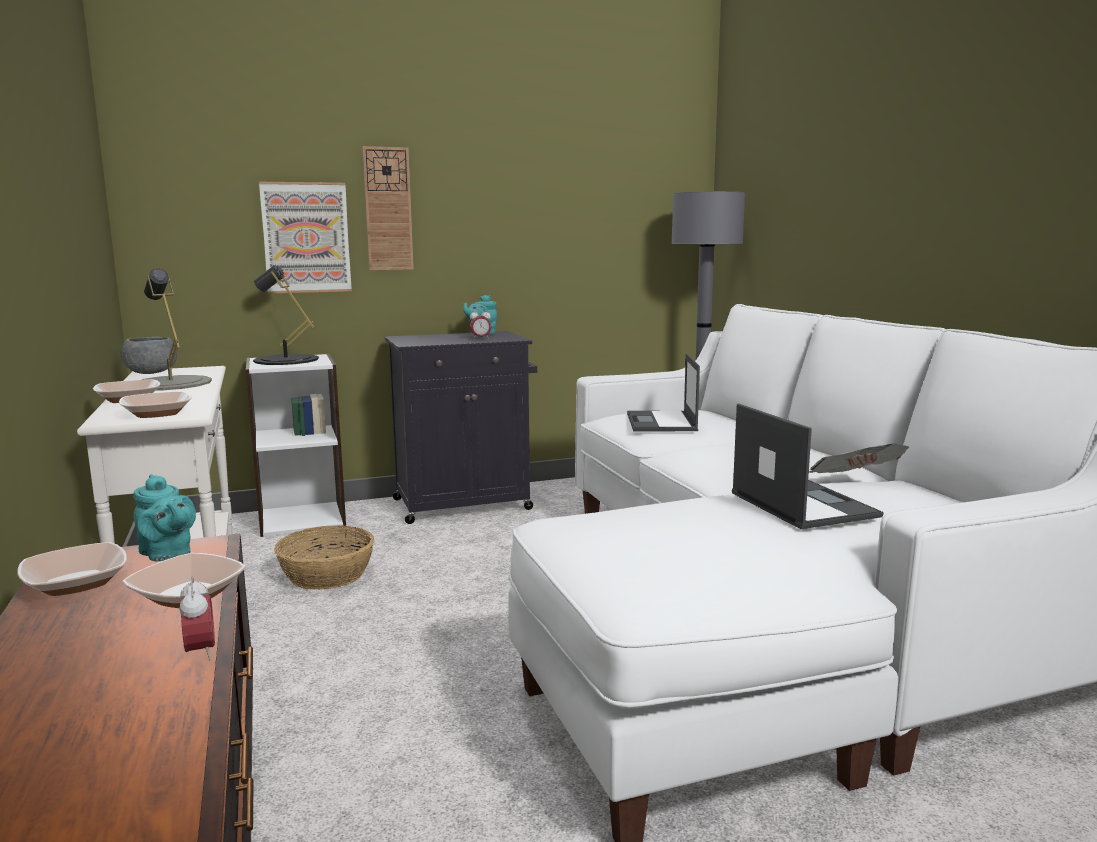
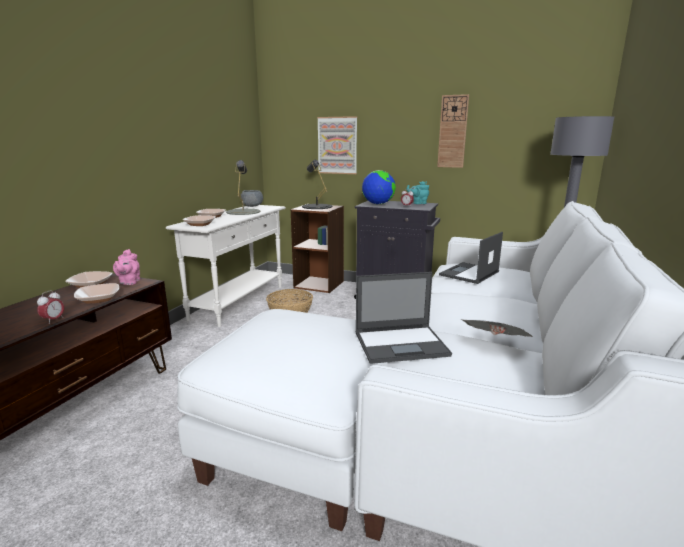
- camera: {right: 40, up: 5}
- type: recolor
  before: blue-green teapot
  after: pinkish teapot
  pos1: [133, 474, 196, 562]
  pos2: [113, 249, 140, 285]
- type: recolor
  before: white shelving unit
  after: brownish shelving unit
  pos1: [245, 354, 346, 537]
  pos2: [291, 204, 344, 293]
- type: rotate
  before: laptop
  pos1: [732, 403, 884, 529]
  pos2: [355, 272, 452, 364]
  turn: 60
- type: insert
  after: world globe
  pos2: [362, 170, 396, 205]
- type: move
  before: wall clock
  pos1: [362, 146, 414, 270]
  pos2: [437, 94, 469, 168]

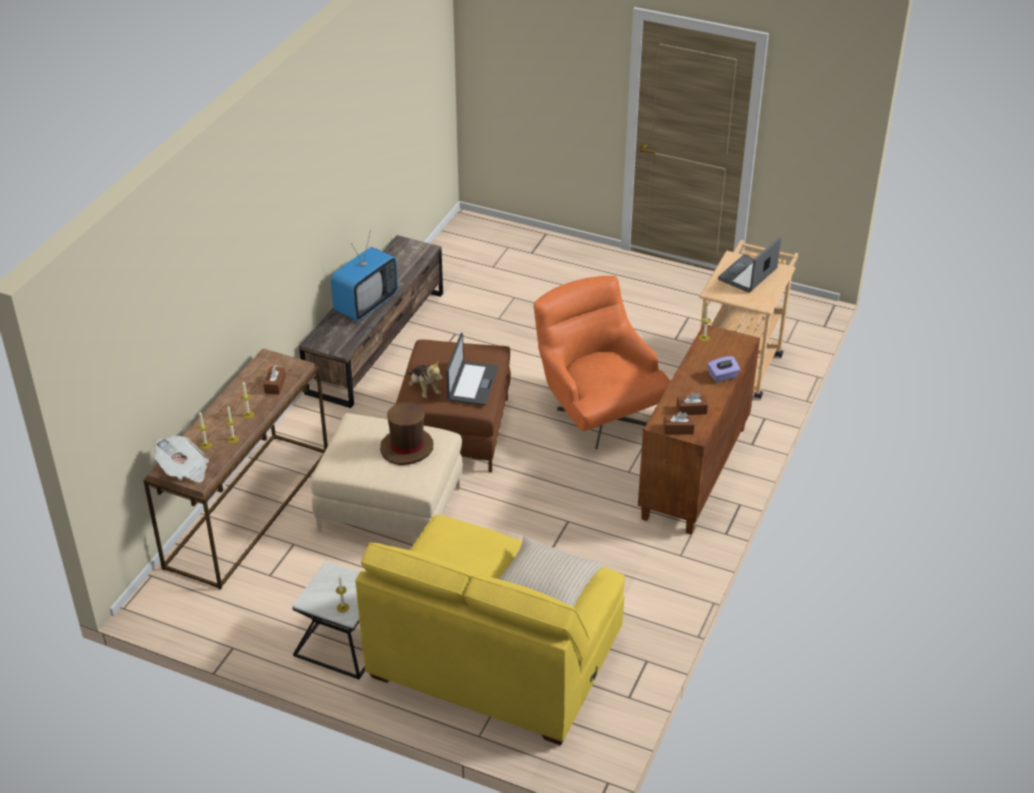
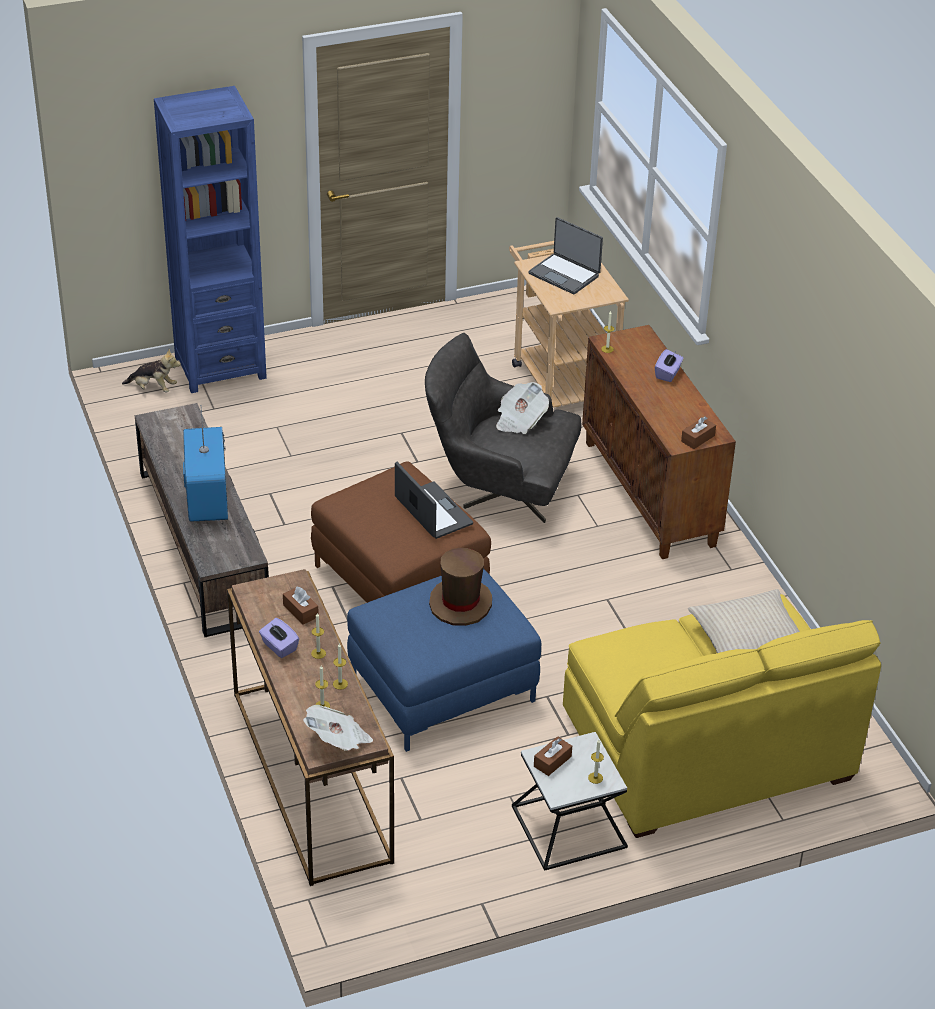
- camera: {right: -45, up: 0}
- type: move
  before: soft toy
  pos1: [407, 362, 443, 398]
  pos2: [122, 349, 181, 393]
- type: insert
  after: bluish shelving unit
  pos2: [154, 86, 267, 393]
- type: insert
  after: purplish box of tissues
  pos2: [259, 618, 299, 658]
- type: recolor
  before: beige-coloured ottoman
  after: bluish ottoman
  pos1: [311, 413, 463, 539]
  pos2: [347, 569, 541, 752]
- type: recolor
  before: orange armchair
  after: grey armchair
  pos1: [534, 276, 671, 449]
  pos2: [425, 333, 581, 523]
- type: insert
  after: daily paper
  pos2: [496, 382, 549, 434]
- type: rotate
  before: laptop
  pos1: [718, 237, 781, 293]
  pos2: [528, 217, 603, 294]
  turn: -45
- type: move
  before: brownish box of tissues
  pos1: [677, 392, 708, 415]
  pos2: [534, 736, 572, 776]

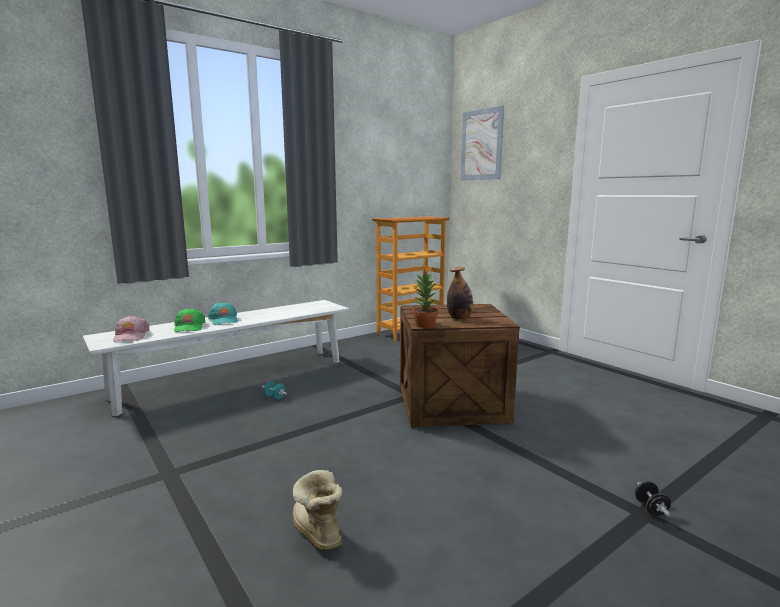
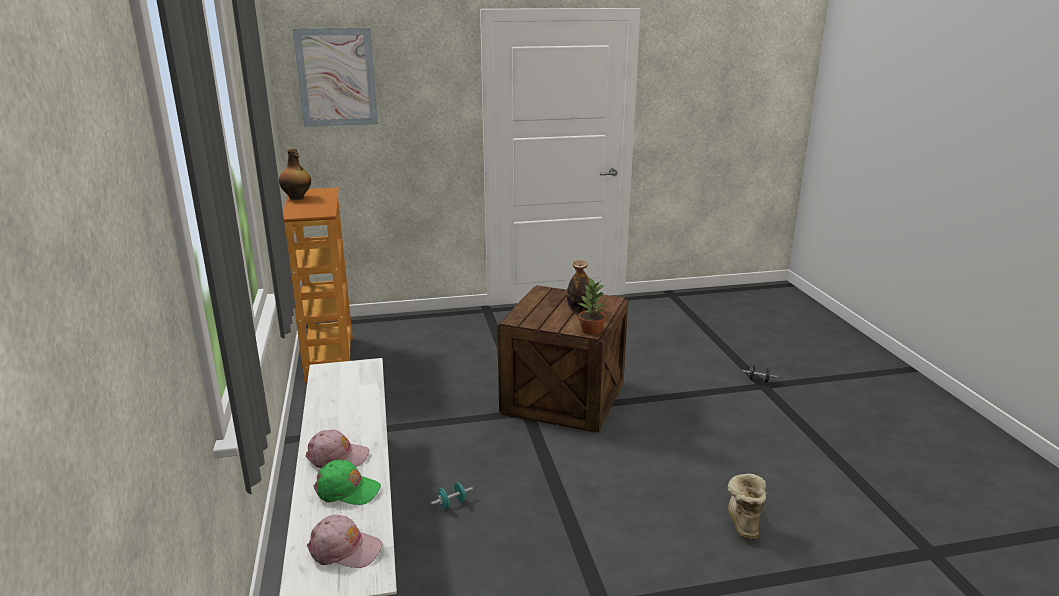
- camera: {right: -65, up: 10}
- type: insert
  after: beverage bottle
  pos2: [279, 148, 311, 200]
- type: recolor
  before: blue-green peaked cap
  after: pinkish peaked cap
  pos1: [208, 302, 238, 325]
  pos2: [306, 430, 369, 469]
- type: rotate
  before: high-top boot
  pos1: [293, 470, 342, 551]
  pos2: [728, 474, 766, 540]
  turn: 105

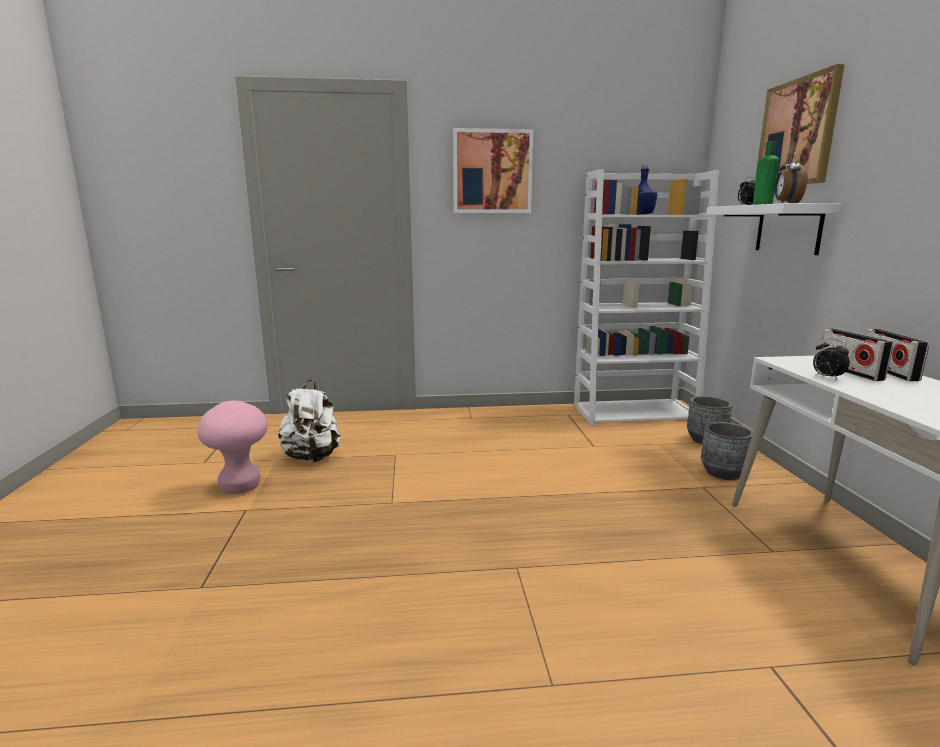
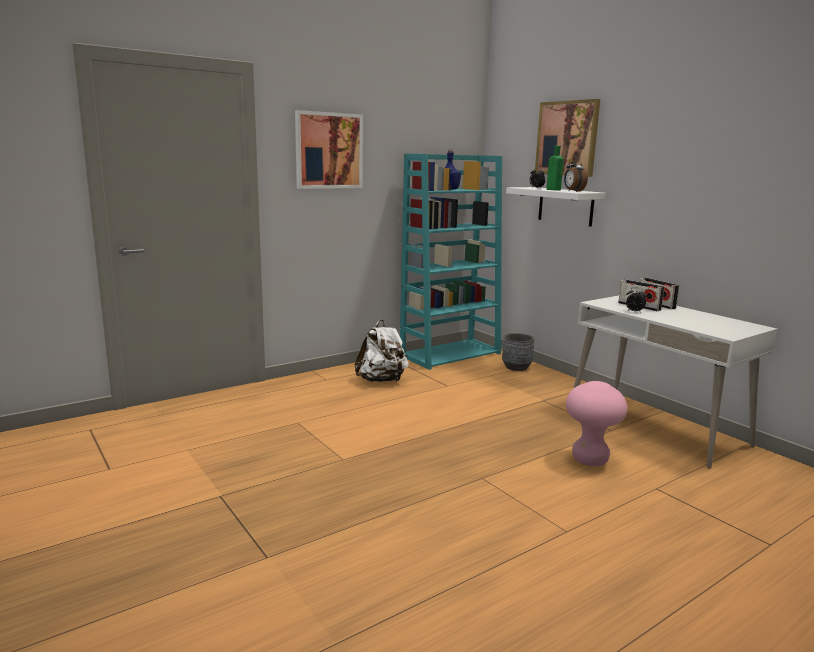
- camera: {right: -30, up: 0}
- type: move
  before: white rucksack
  pos1: [278, 379, 341, 462]
  pos2: [355, 319, 409, 382]
- type: recolor
  before: white shelving unit
  after: blue-green shelving unit
  pos1: [574, 169, 719, 425]
  pos2: [400, 153, 502, 370]
- type: move
  before: pinkish sitting stool
  pos1: [197, 401, 268, 494]
  pos2: [566, 381, 628, 466]
- type: delete
  before: grey planter
  pos1: [701, 422, 753, 480]

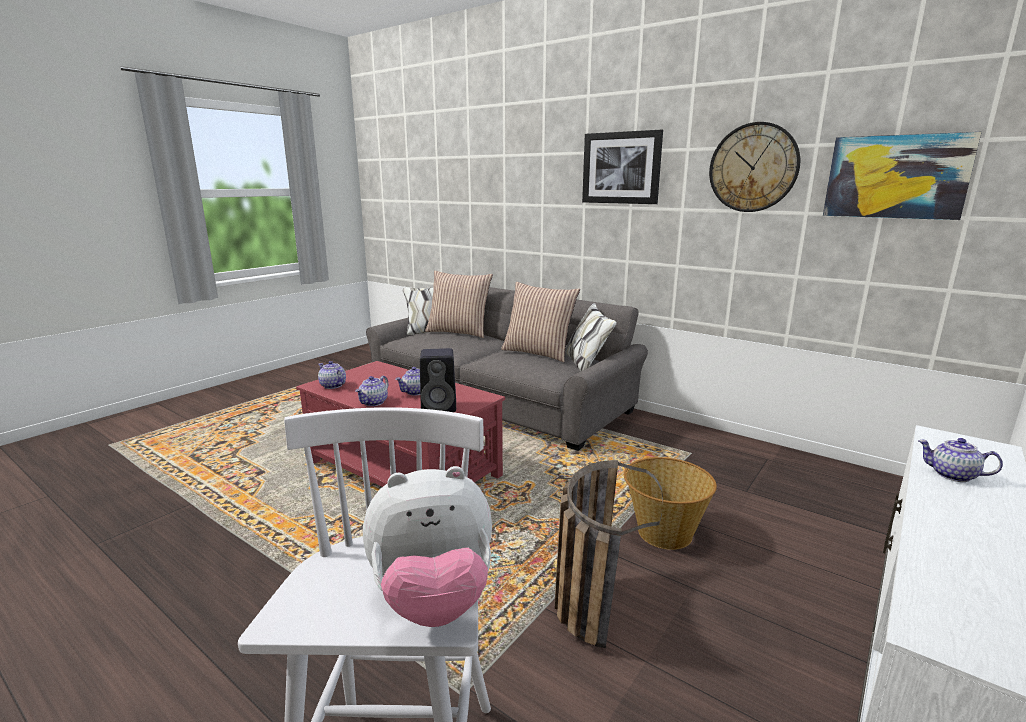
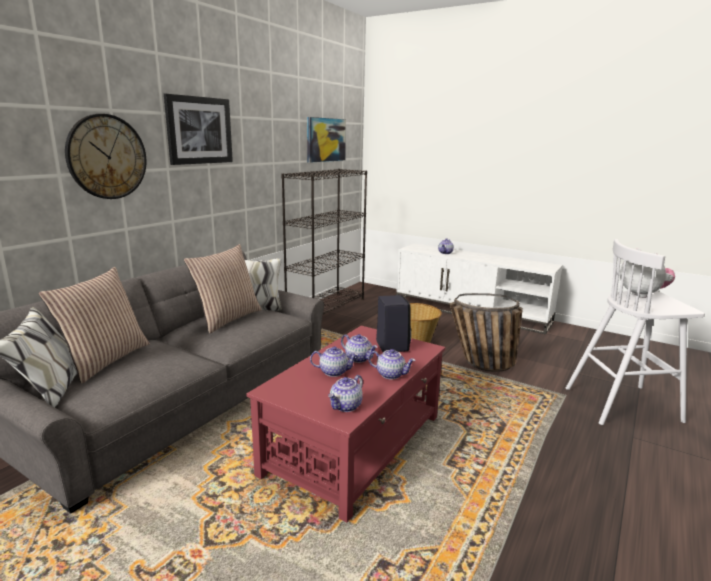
- camera: {right: -95, up: 0}
- type: move
  before: wall clock
  pos1: [709, 122, 800, 212]
  pos2: [65, 114, 146, 199]
- type: insert
  after: black shelving unit
  pos2: [281, 169, 367, 315]
- type: insert
  after: teapot
  pos2: [310, 346, 358, 377]

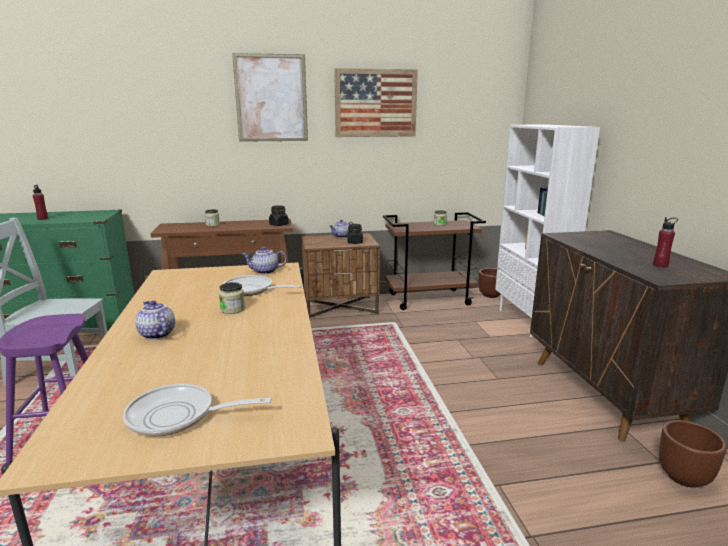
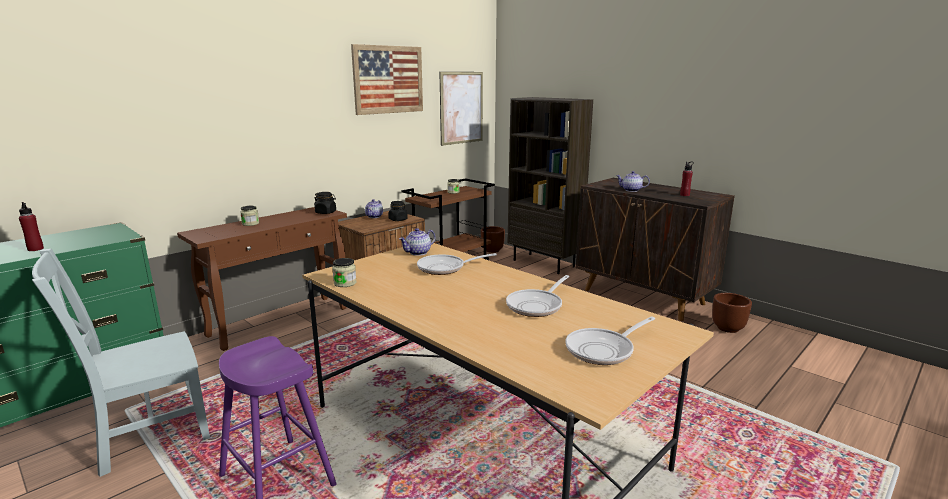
- camera: {right: -35, up: 0}
- type: move
  before: jar
  pos1: [219, 282, 245, 314]
  pos2: [332, 258, 356, 287]
- type: move
  before: wall picture
  pos1: [232, 53, 308, 142]
  pos2: [440, 72, 483, 146]
- type: insert
  after: skillet
  pos2: [506, 275, 570, 317]
- type: recolor
  before: white shelving unit
  after: brownish shelving unit
  pos1: [495, 125, 600, 337]
  pos2: [508, 97, 593, 274]
- type: move
  before: teapot
  pos1: [135, 301, 175, 340]
  pos2: [616, 171, 650, 192]

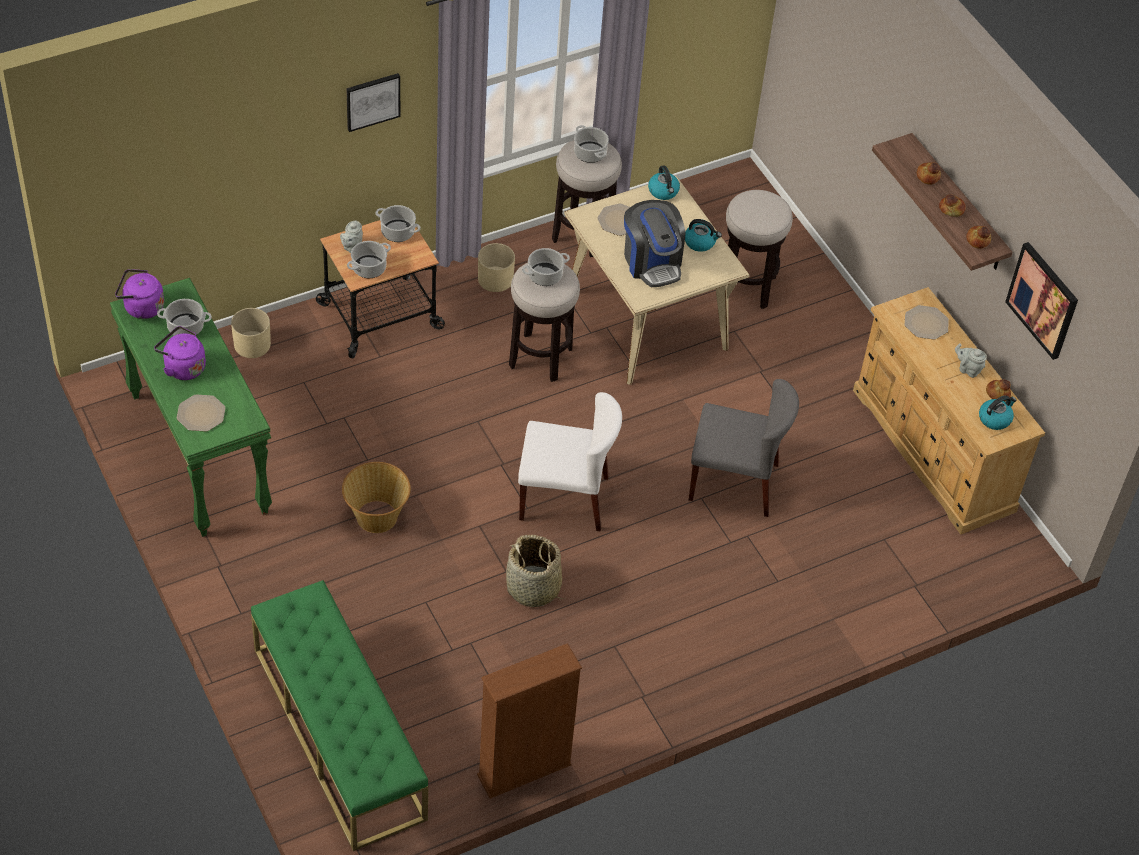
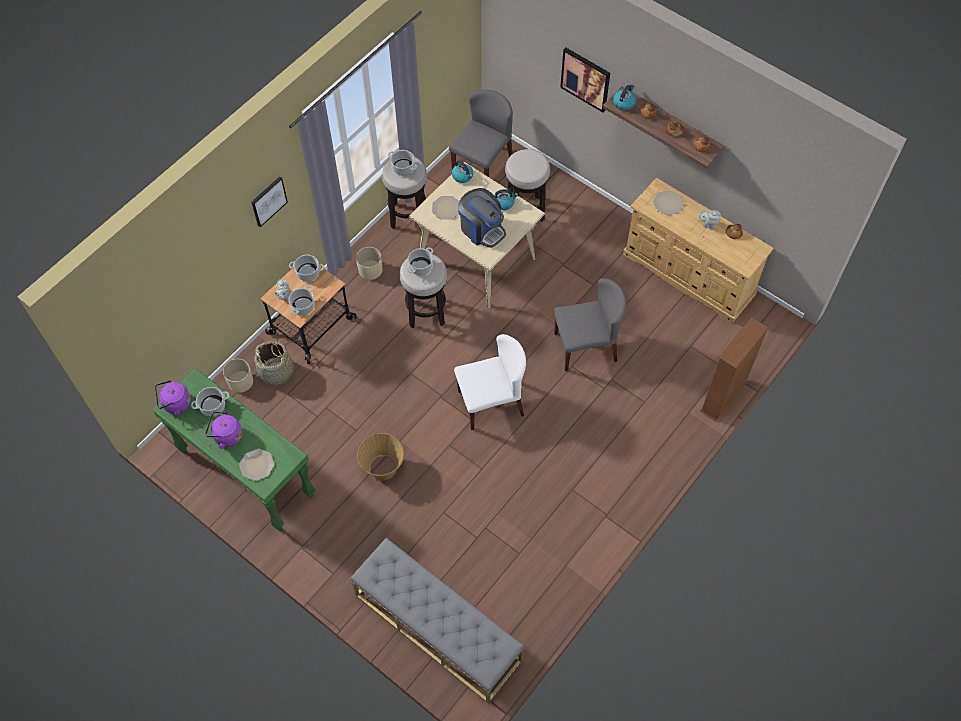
- camera: {right: -20, up: 10}
- type: move
  before: basket
  pos1: [506, 535, 566, 607]
  pos2: [253, 341, 298, 386]
- type: recolor
  before: green indoor bench
  after: grey indoor bench
  pos1: [251, 580, 428, 851]
  pos2: [351, 538, 524, 704]
- type: insert
  after: grey chair
  pos2: [449, 90, 513, 177]
- type: move
  before: wall picture
  pos1: [1005, 242, 1078, 360]
  pos2: [560, 48, 610, 113]
- type: move
  before: water kettle
  pos1: [979, 395, 1017, 430]
  pos2: [613, 84, 636, 110]
- type: move
  before: brownish shelving unit
  pos1: [477, 643, 582, 799]
  pos2: [700, 317, 768, 422]

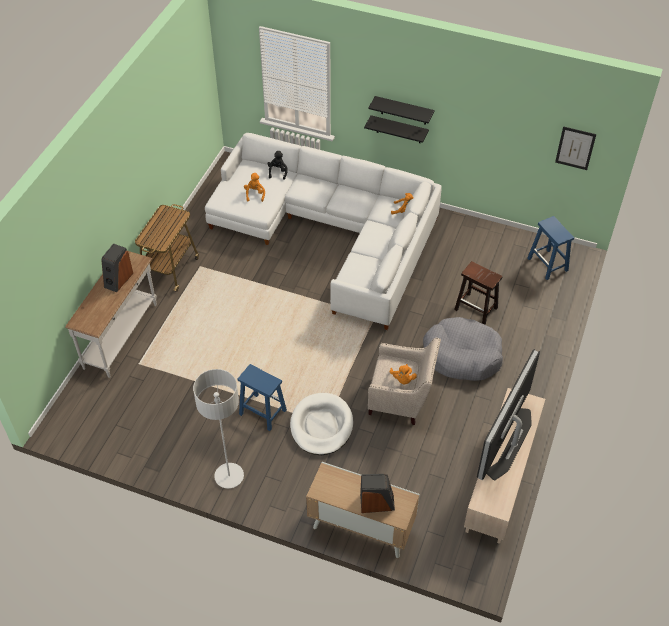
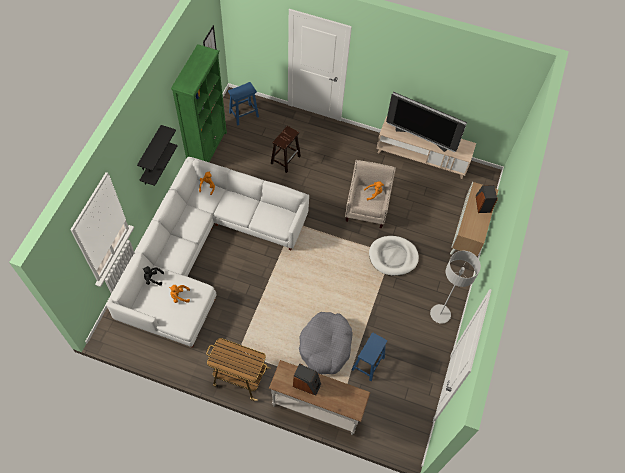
- camera: {right: -95, up: 10}
- type: insert
  after: green shelving unit
  pos2: [171, 44, 227, 162]
- type: move
  before: grey pet bed
  pos1: [423, 317, 503, 381]
  pos2: [299, 312, 353, 374]
- type: move
  before: bluish sitting stool
  pos1: [238, 364, 287, 431]
  pos2: [351, 332, 387, 381]

